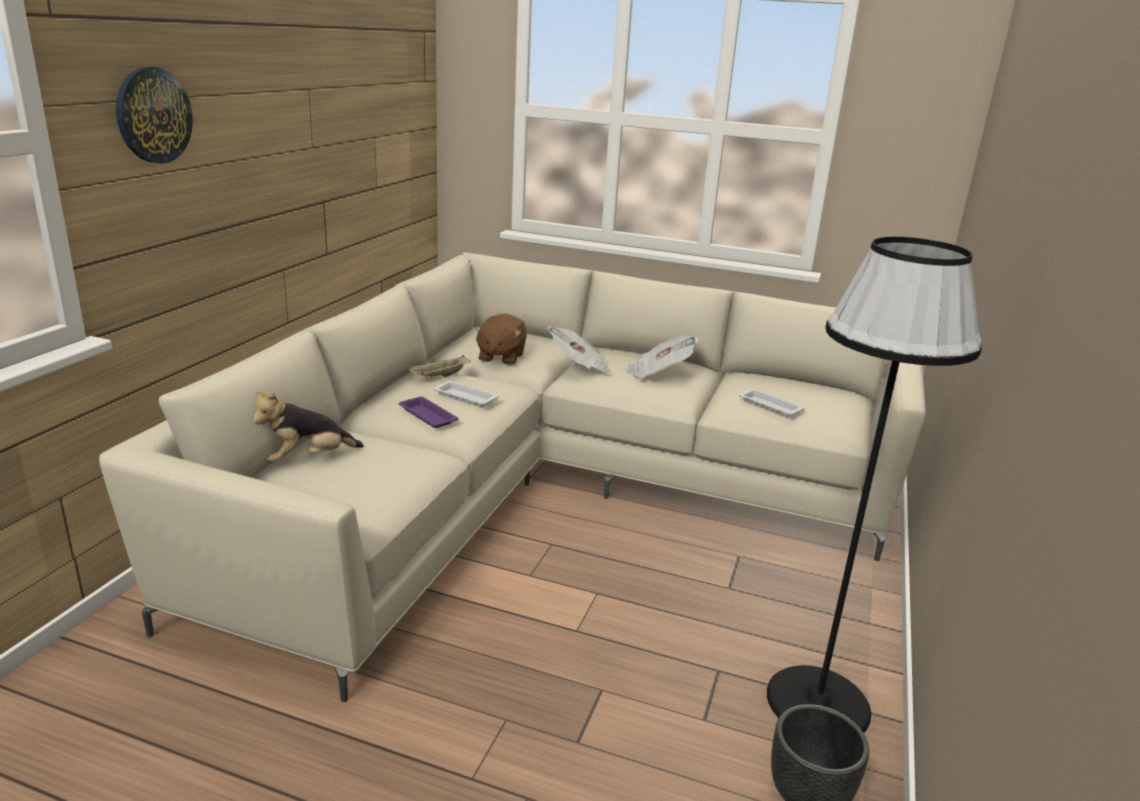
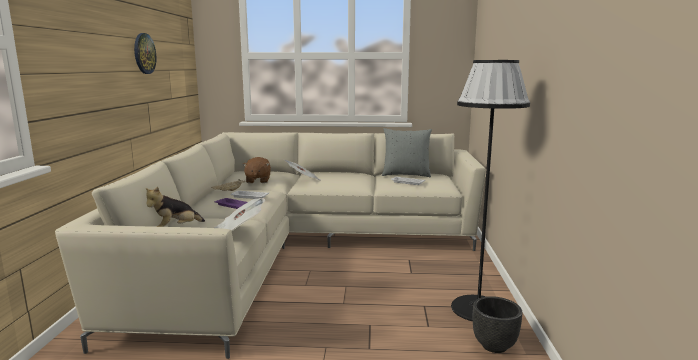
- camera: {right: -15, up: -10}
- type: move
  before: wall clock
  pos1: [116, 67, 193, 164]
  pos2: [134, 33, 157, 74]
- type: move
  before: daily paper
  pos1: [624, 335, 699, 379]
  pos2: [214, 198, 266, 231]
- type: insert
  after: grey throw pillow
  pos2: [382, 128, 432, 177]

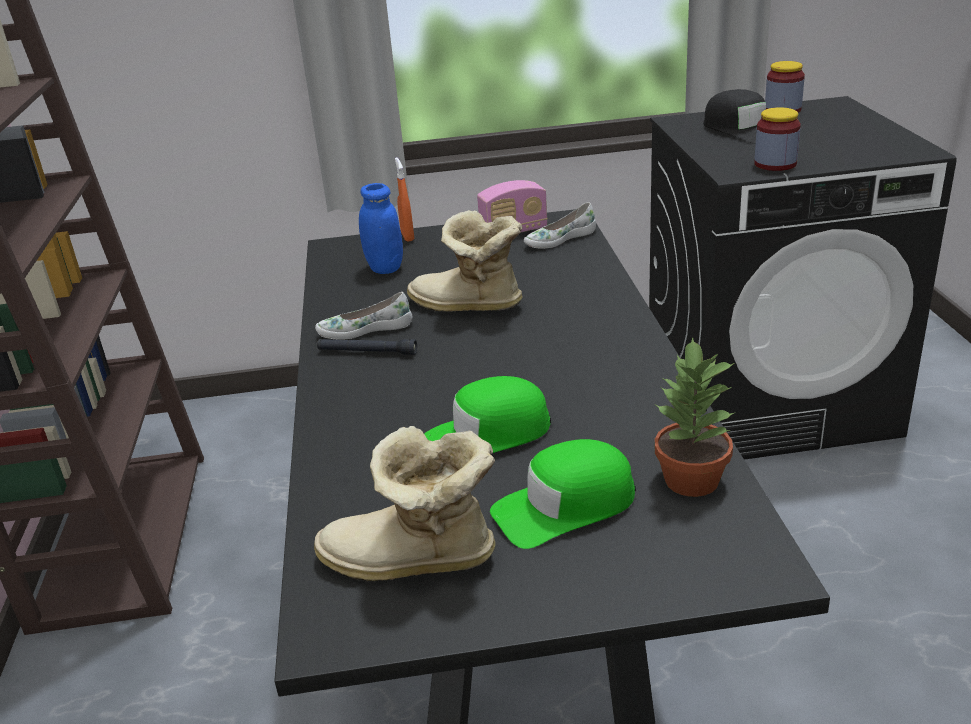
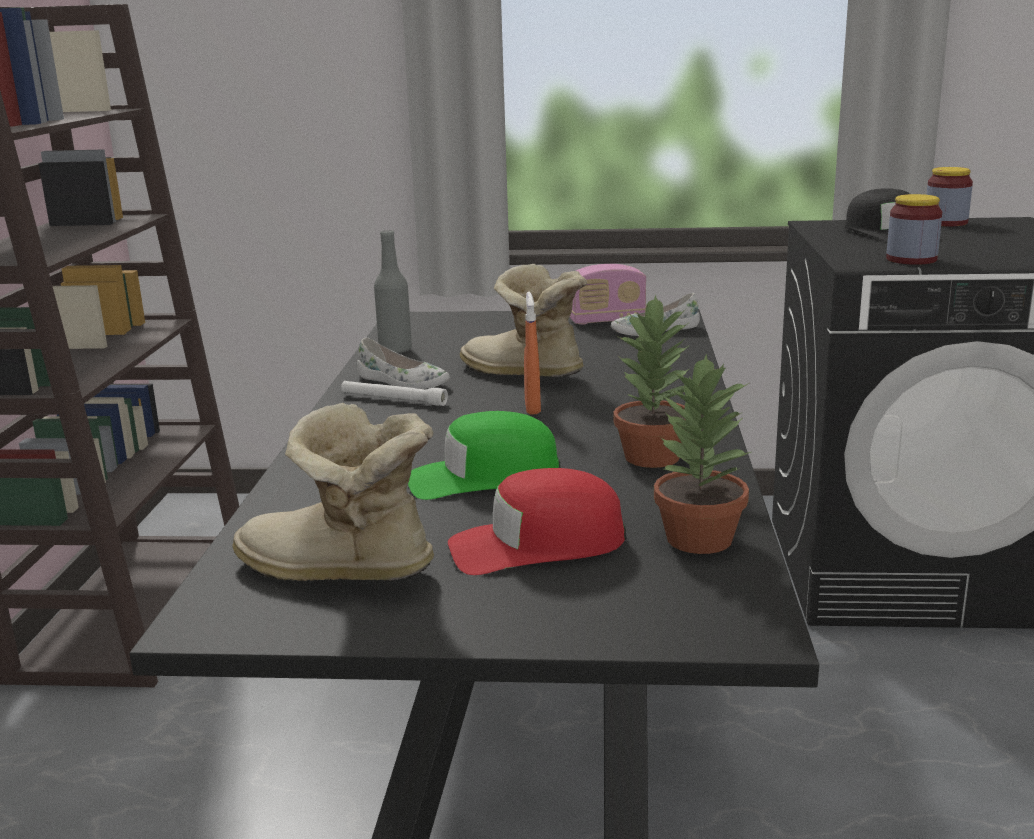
- camera: {right: 10, up: -10}
- type: recolor
  before: black hand torch
  after: white hand torch
  pos1: [317, 339, 417, 355]
  pos2: [341, 381, 448, 406]
- type: rotate
  before: white shoe
  pos1: [315, 292, 412, 340]
  pos2: [357, 338, 450, 389]
  turn: -150
- type: insert
  after: grey beverage bottle
  pos2: [374, 230, 412, 353]
- type: recolor
  before: green peaked cap
  after: red-coloured peaked cap
  pos1: [490, 439, 636, 549]
  pos2: [448, 468, 626, 575]
- type: move
  before: orange sprayer
  pos1: [395, 157, 414, 242]
  pos2: [524, 292, 541, 415]
- type: insert
  after: potted plant
  pos2: [613, 295, 689, 468]
- type: delete
  before: bluish jar
  pos1: [359, 183, 403, 274]

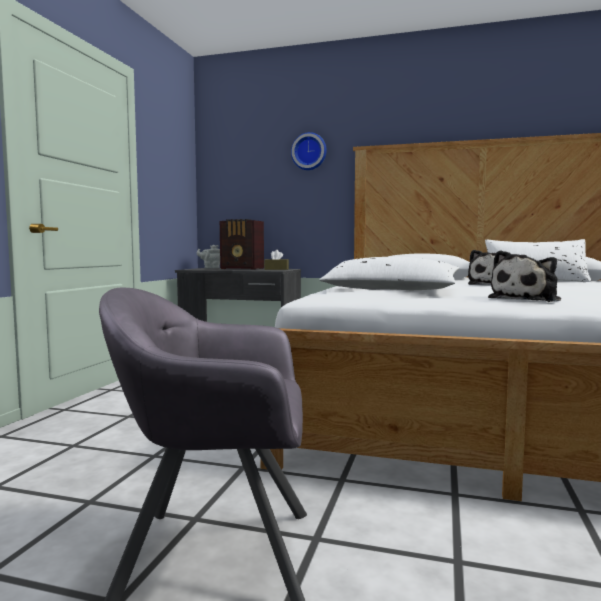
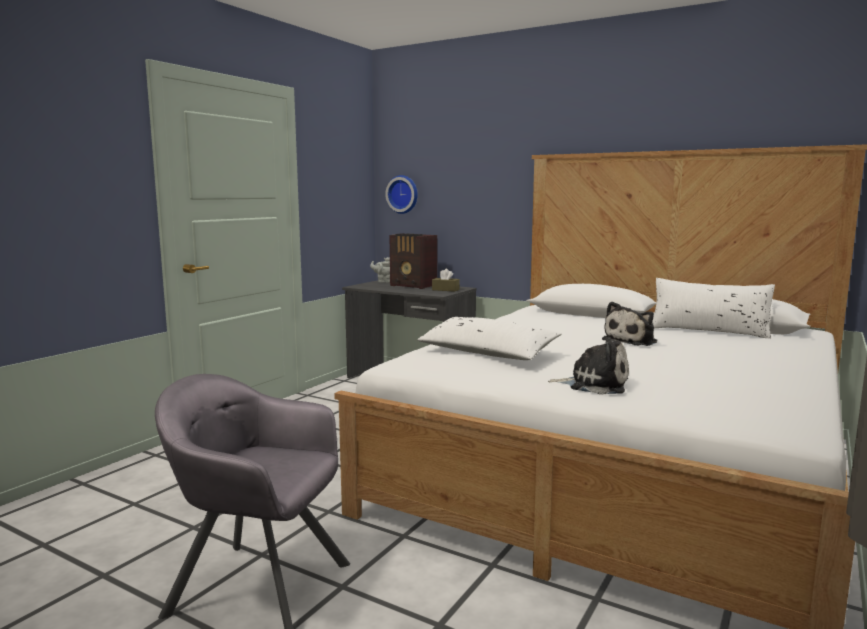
- camera: {right: 15, up: 5}
- type: move
  before: wall clock
  pos1: [291, 132, 327, 170]
  pos2: [385, 175, 418, 214]
- type: rotate
  before: soft toy
  pos1: [488, 250, 561, 302]
  pos2: [548, 337, 629, 394]
  turn: -135

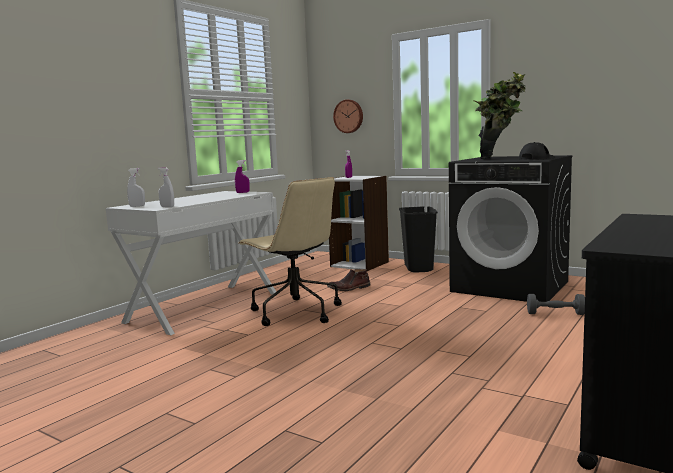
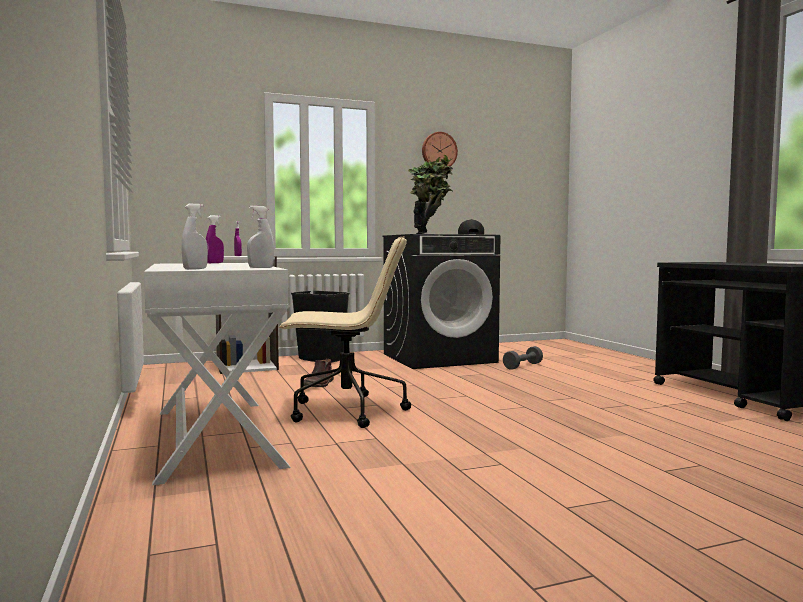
- camera: {right: -55, up: -5}
- type: move
  before: wall clock
  pos1: [333, 100, 363, 133]
  pos2: [422, 132, 458, 166]

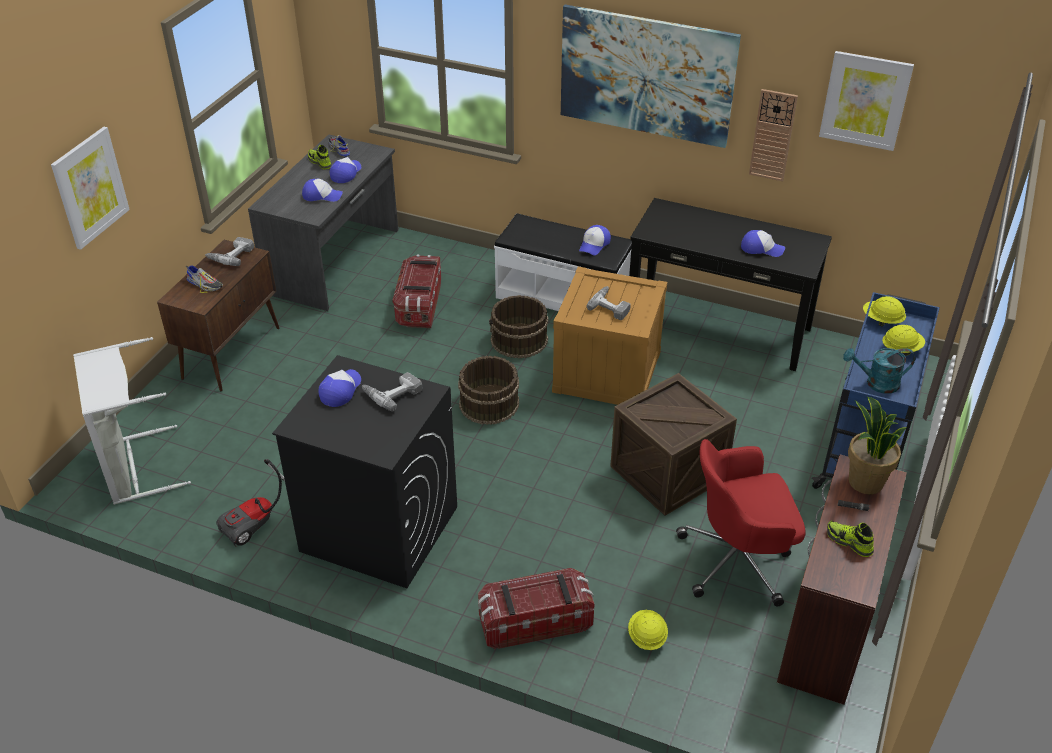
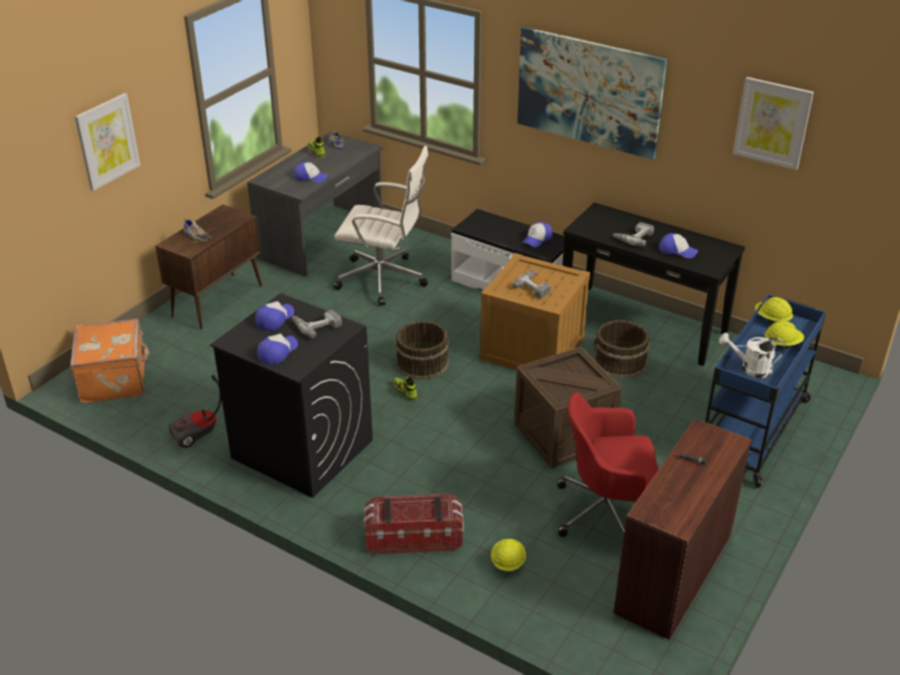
- camera: {right: 10, up: -5}
- type: replace
  before: grey laundry basket
  after: orange piece of luggage
  pos1: [73, 337, 191, 505]
  pos2: [70, 319, 150, 403]
- type: move
  before: peaked cap
  pos1: [330, 157, 361, 183]
  pos2: [257, 334, 298, 365]
- type: replace
  before: storage bin
  after: white desk chair
  pos1: [392, 255, 441, 328]
  pos2: [333, 146, 428, 306]
- type: move
  before: shoe
  pos1: [827, 521, 874, 557]
  pos2: [393, 377, 418, 401]
- type: move
  before: brownish bucket
  pos1: [489, 295, 548, 359]
  pos2: [593, 320, 650, 378]
- type: move
  before: power drill
  pos1: [205, 237, 254, 266]
  pos2: [612, 222, 654, 247]
- type: recolor
  before: blue-green watering pot
  after: white watering pot
  pos1: [843, 348, 915, 394]
  pos2: [719, 333, 785, 378]
- type: delete
  before: wall clock
  pos1: [749, 89, 798, 181]
- type: delete
  before: potted plant
  pos1: [848, 397, 907, 494]

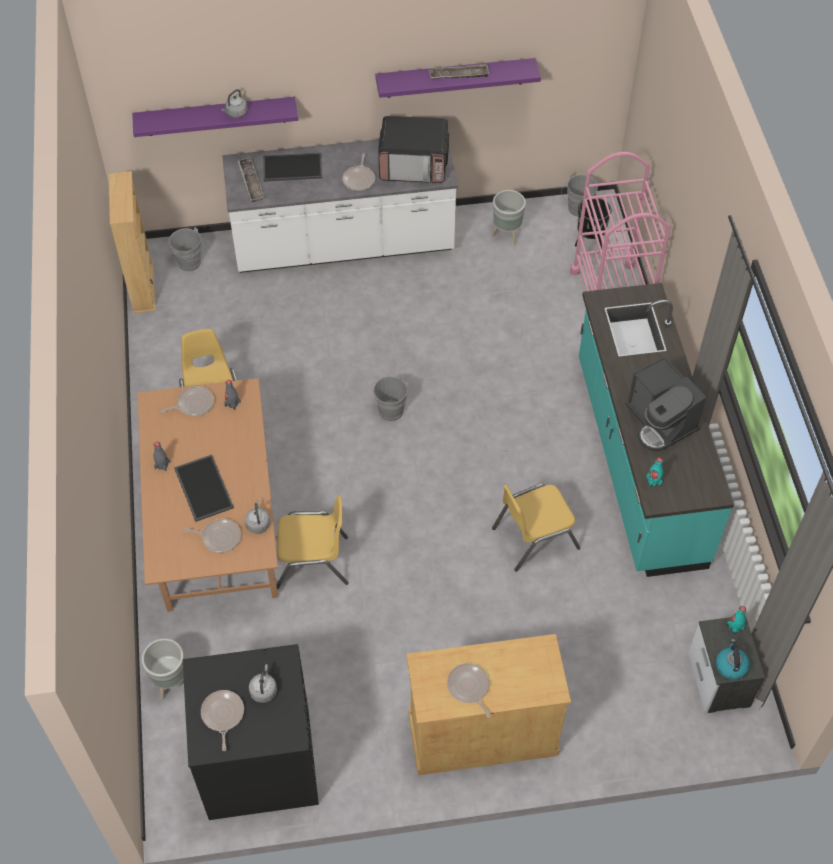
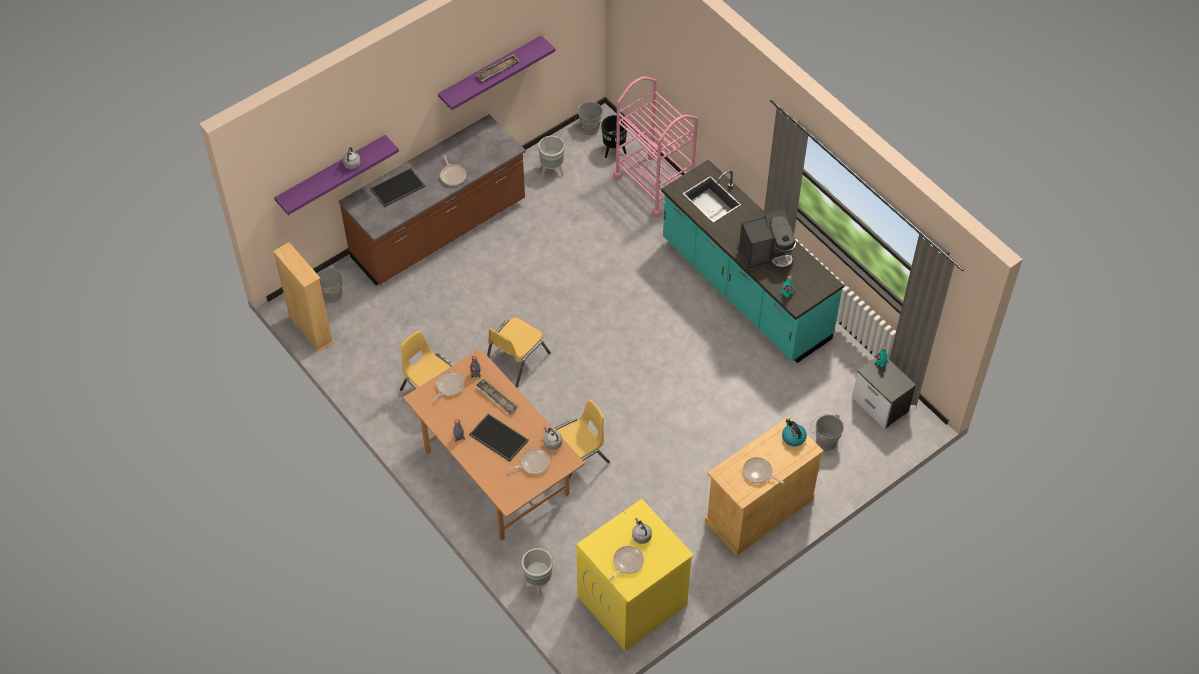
- camera: {right: -30, up: 0}
- type: recolor
  before: white kitchen counter
  after: brownish kitchen counter
  pos1: [222, 139, 458, 273]
  pos2: [339, 114, 526, 285]
- type: move
  before: carrying tray
  pos1: [238, 157, 265, 202]
  pos2: [475, 379, 519, 416]
- type: move
  before: yellow-coloured chair
  pos1: [492, 484, 581, 572]
  pos2: [487, 317, 551, 388]
- type: recolor
  before: black laundry appliance
  after: yellow-coloured laundry appliance
  pos1: [183, 644, 319, 820]
  pos2: [576, 499, 694, 651]
- type: rotate
  before: skillet
  pos1: [201, 690, 244, 751]
  pos2: [609, 546, 644, 582]
  turn: 75
- type: rotate
  before: coffee maker
  pos1: [625, 356, 706, 451]
  pos2: [737, 209, 796, 270]
  turn: -45
- type: move
  before: water kettle
  pos1: [716, 639, 750, 680]
  pos2: [782, 418, 807, 446]
- type: move
  before: grey bucket
  pos1: [371, 376, 408, 421]
  pos2: [810, 414, 844, 451]
- type: delete
  before: microwave
  pos1: [378, 116, 449, 183]

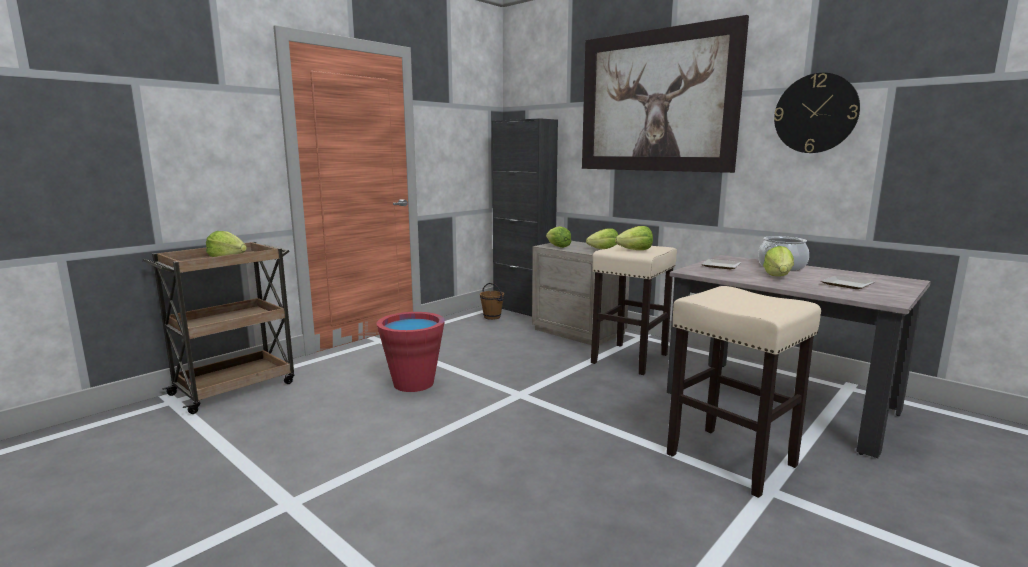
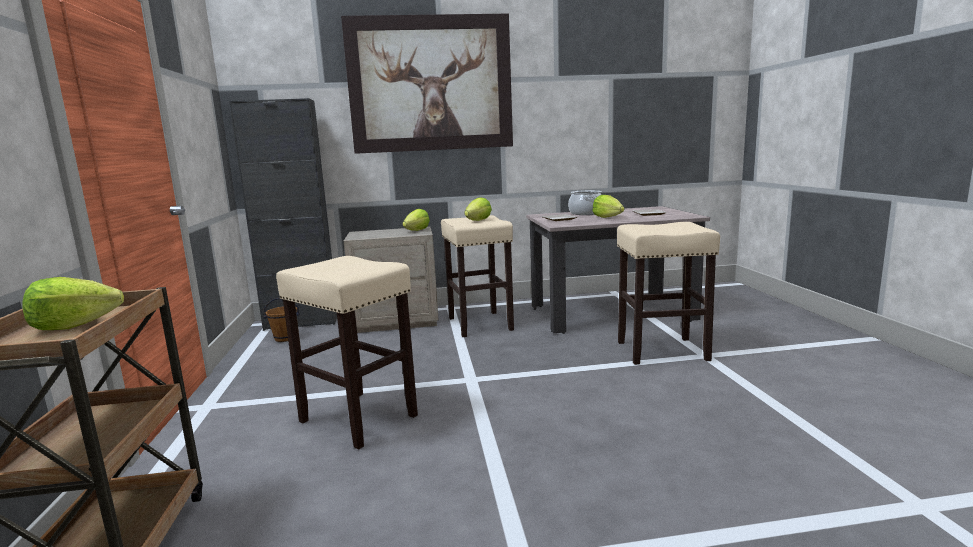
- camera: {right: -50, up: 0}
- type: replace
  before: red-coloured bucket
  after: beige-coloured sitting stool
  pos1: [376, 312, 445, 392]
  pos2: [276, 256, 418, 450]
- type: delete
  before: lettuce
  pos1: [546, 226, 571, 248]
- type: delete
  before: wall clock
  pos1: [774, 73, 860, 153]

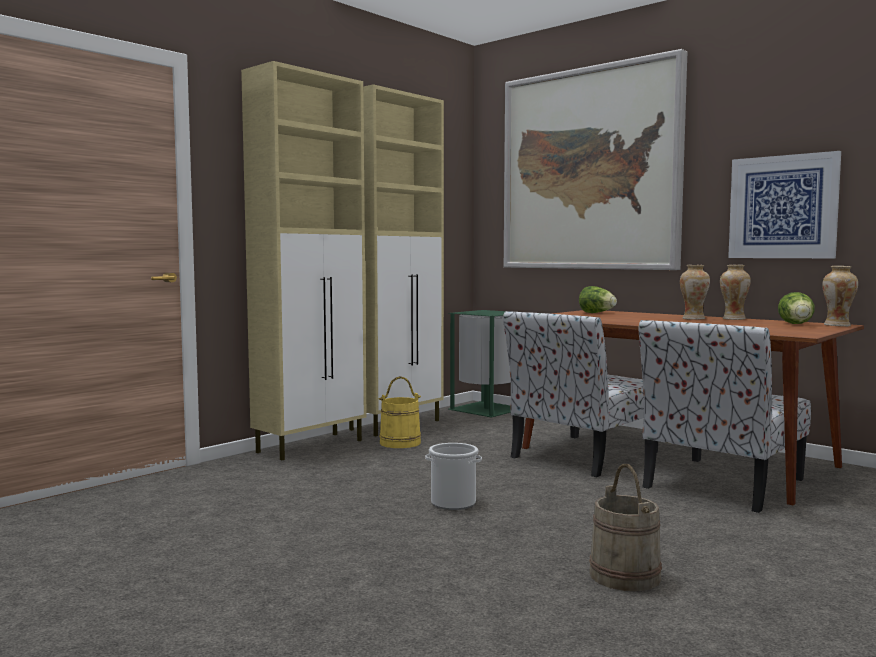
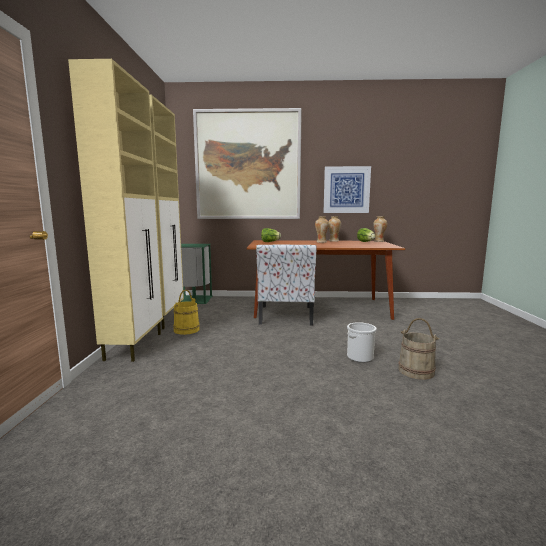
- camera: {right: -40, up: 5}
- type: move
  before: bucket
  pos1: [425, 443, 482, 510]
  pos2: [347, 322, 377, 362]
- type: delete
  before: chair
  pos1: [639, 320, 811, 513]

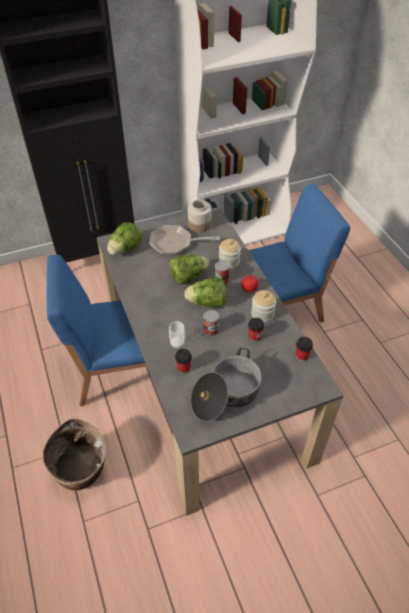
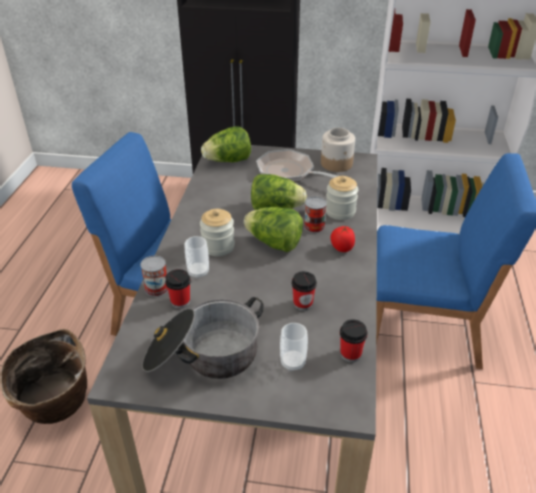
- camera: {right: 30, up: -10}
- type: move
  before: sealed can
  pos1: [203, 310, 219, 336]
  pos2: [140, 256, 168, 297]
- type: move
  before: jar
  pos1: [251, 290, 276, 323]
  pos2: [200, 209, 235, 256]
- type: insert
  after: drinking cup
  pos2: [280, 323, 308, 371]

